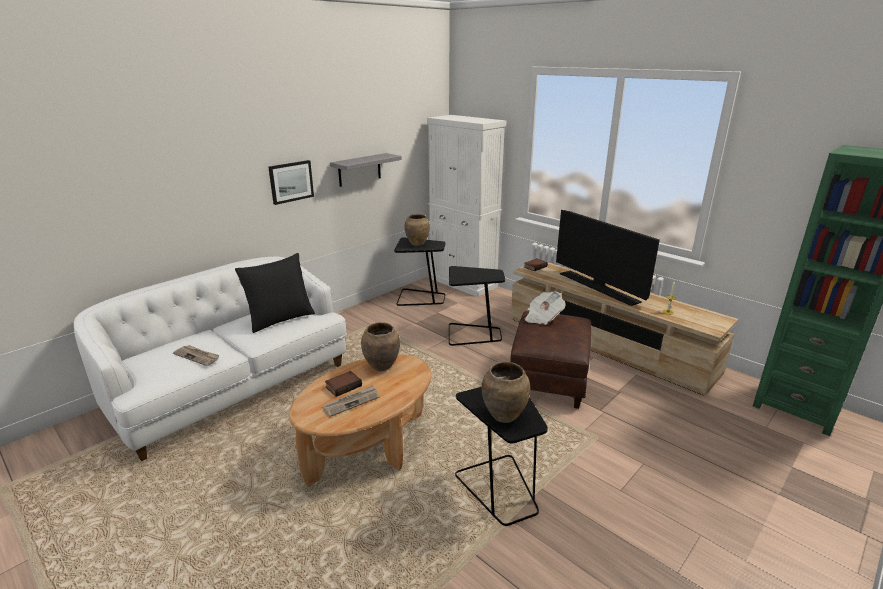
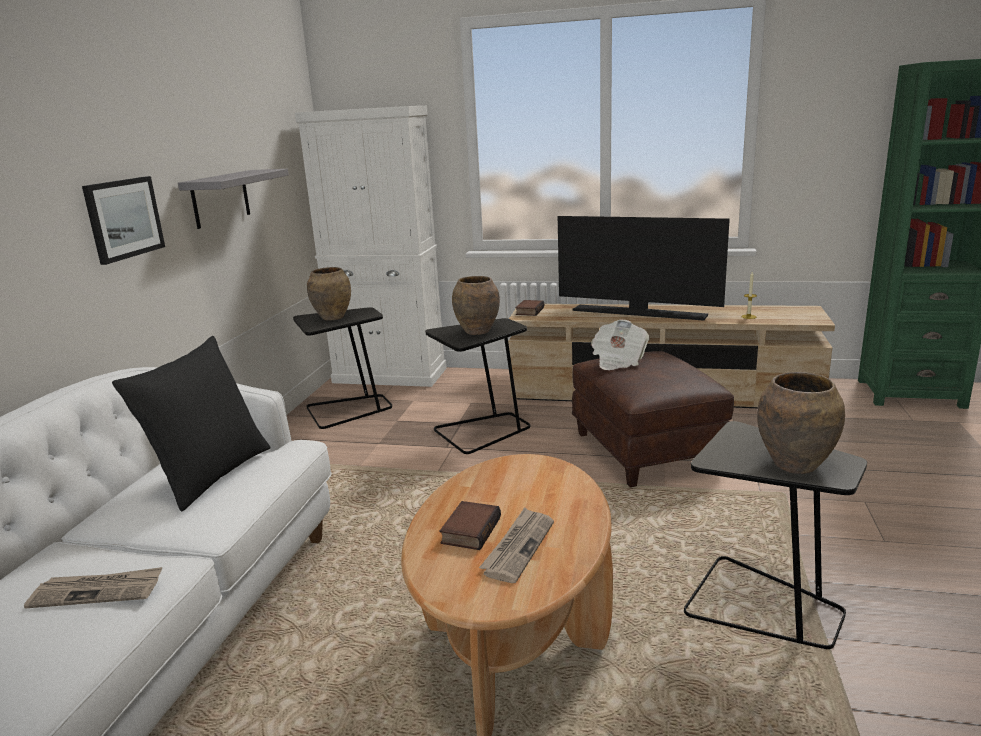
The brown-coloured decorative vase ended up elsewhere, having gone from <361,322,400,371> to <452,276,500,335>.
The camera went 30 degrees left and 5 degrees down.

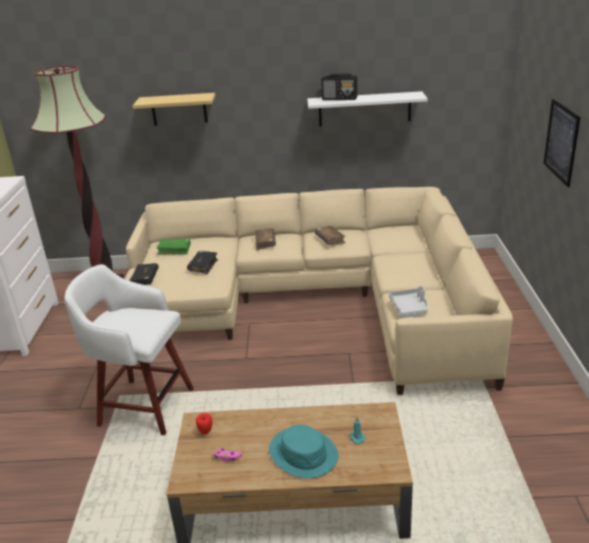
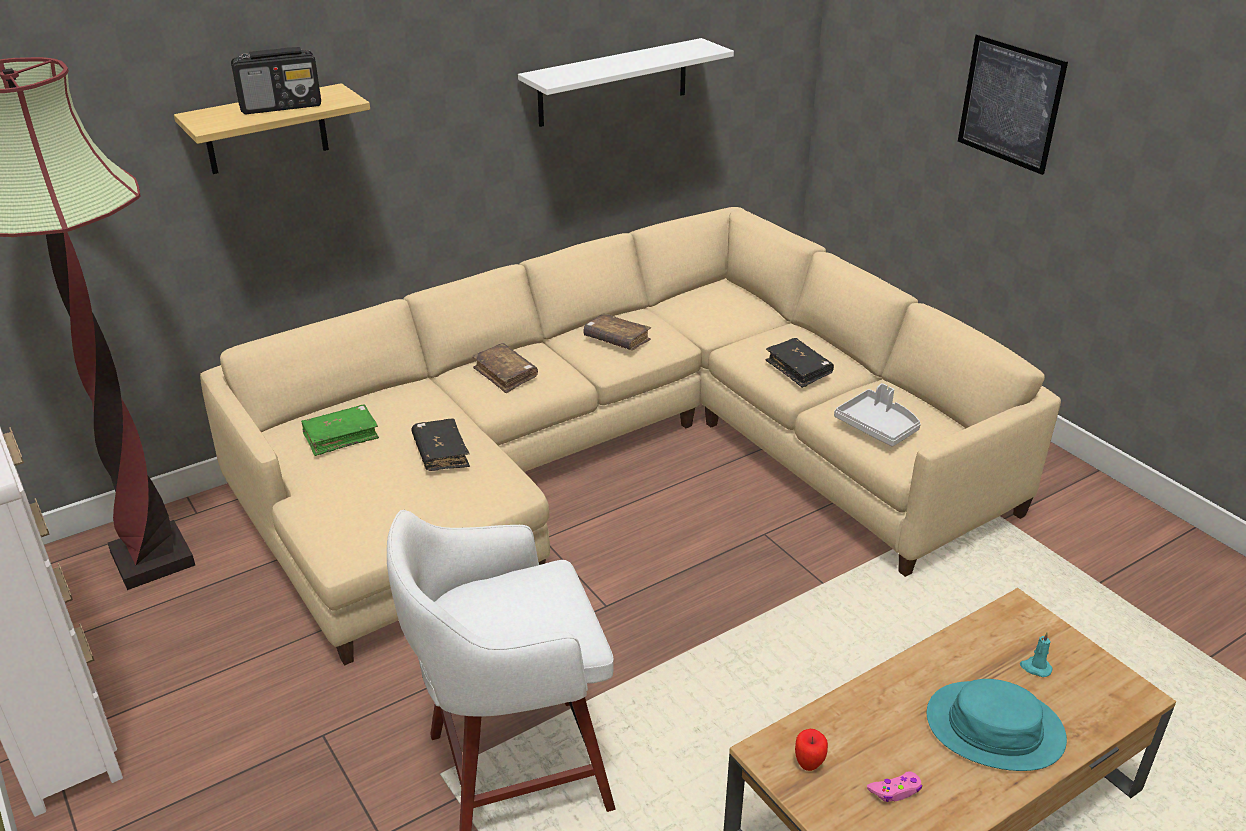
The black-coloured book ended up elsewhere, having gone from <129,263,159,285> to <766,338,834,388>.
The radio receiver ended up elsewhere, having gone from <321,73,357,100> to <231,47,321,114>.
The camera went 35 degrees left and 5 degrees up.

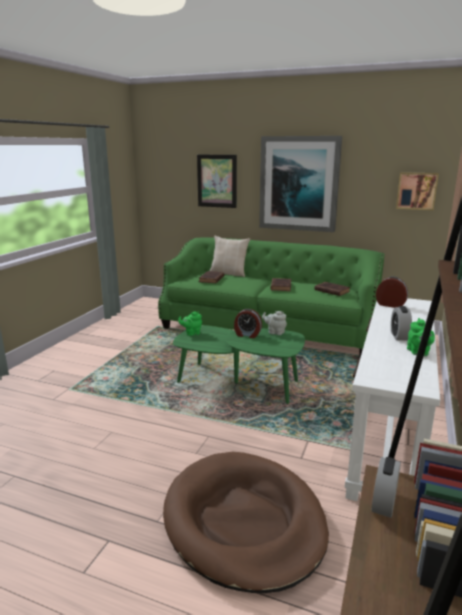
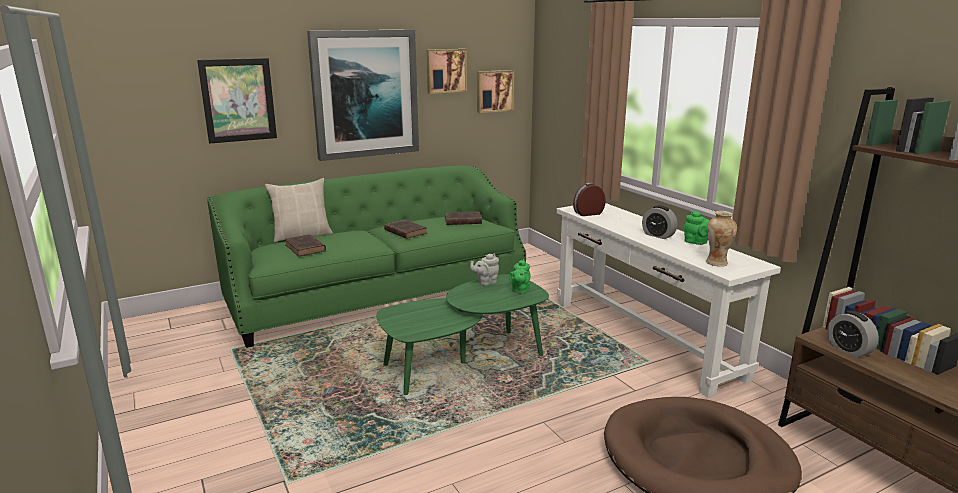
The second view lost the table clock at <234,309,262,338>.
The second view gained the picture at <427,49,467,94>.
The second view gained the decorative vase at <706,211,737,267>.
The greenish tea pot ended up elsewhere, having gone from <178,311,202,336> to <509,259,531,294>.
The camera went 50 degrees left and 0 degrees up.

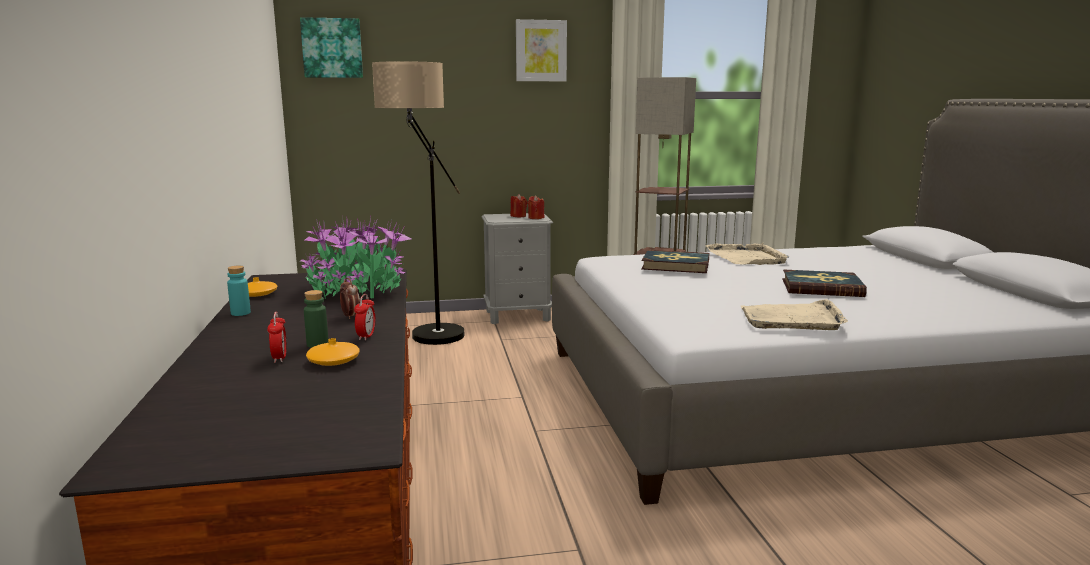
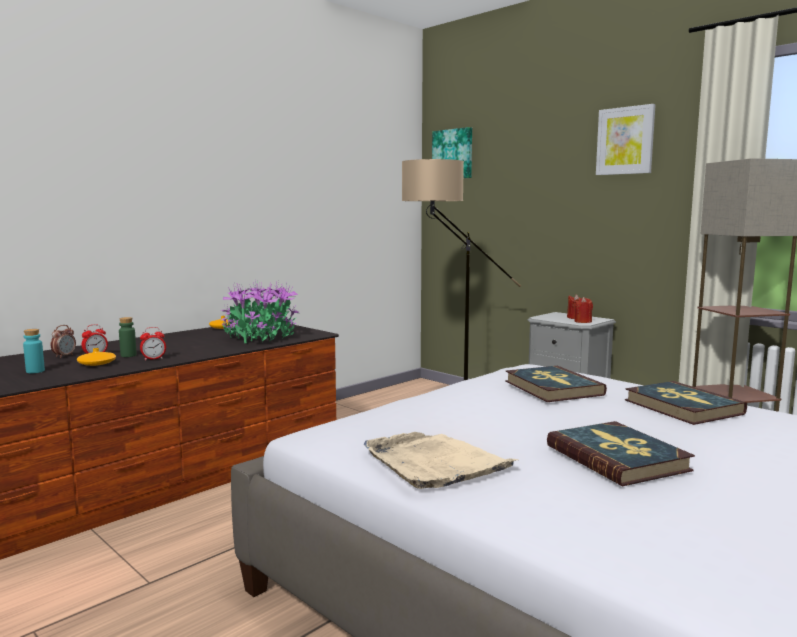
The blue-green beverage bottle ended up elsewhere, having gone from <227,266,251,316> to <23,329,45,373>.
The table clock ended up elsewhere, having gone from <340,278,360,319> to <51,325,76,358>.
Where the sand-coloured serving tray stood at <705,243,789,265>, the book came to stand at <625,381,747,425>.
The camera went 55 degrees right and 5 degrees down.

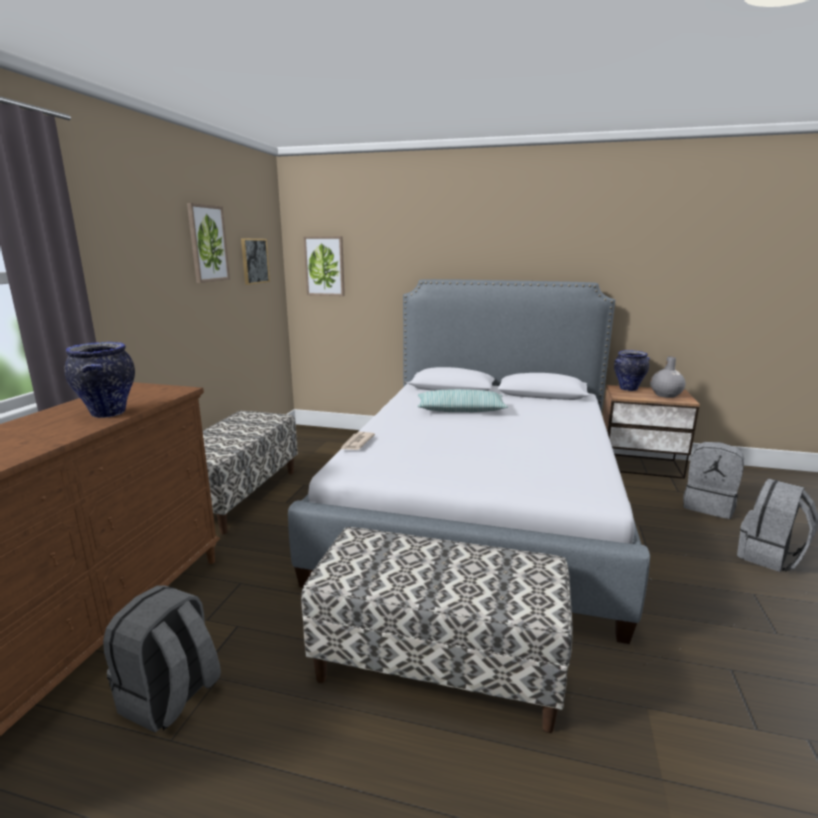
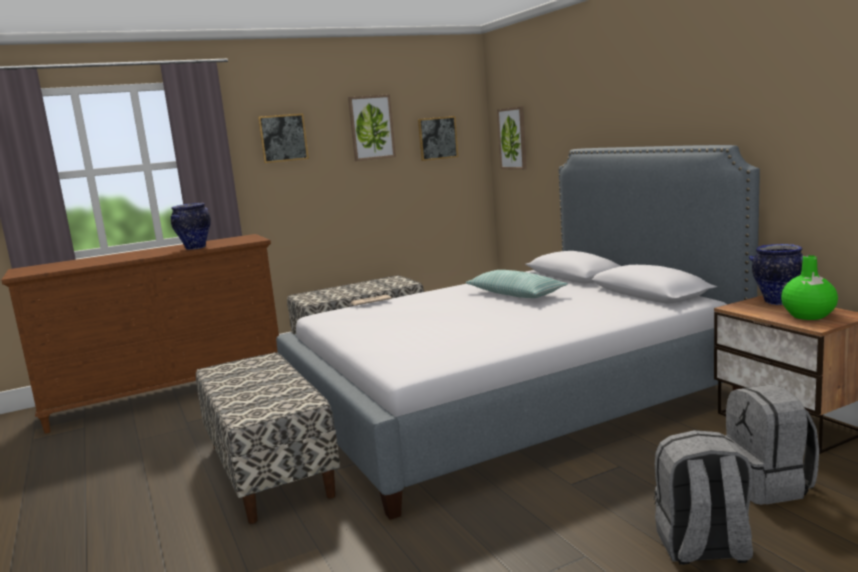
The second view lost the gray rucksack at <103,585,221,733>.
The second view gained the picture at <258,113,309,163>.
What was the gray decorative vase at <650,356,685,398> turned into the greenish decorative vase at <781,255,838,320>.
The camera went 50 degrees right and 5 degrees down.

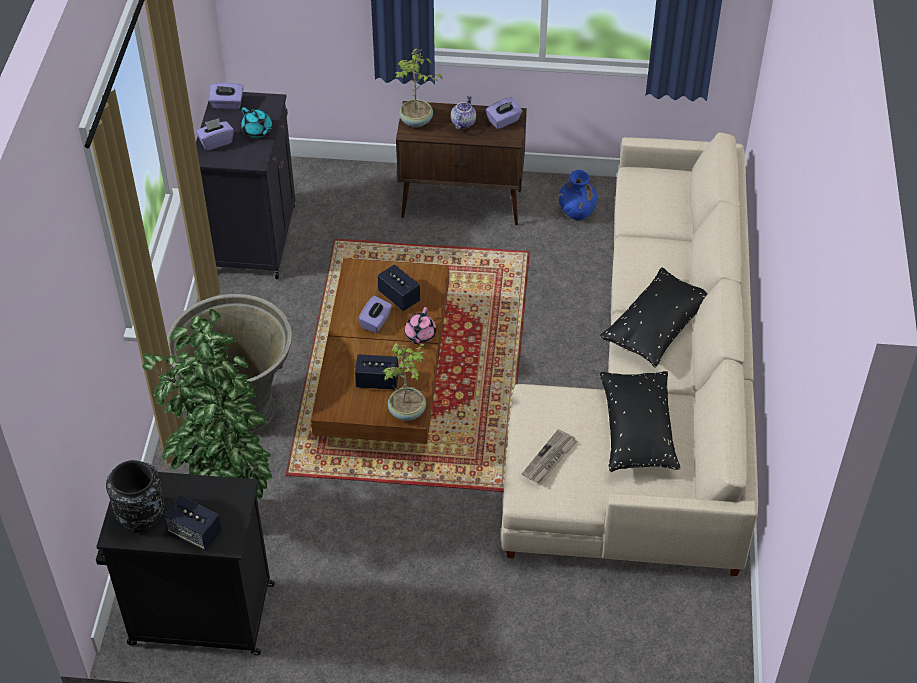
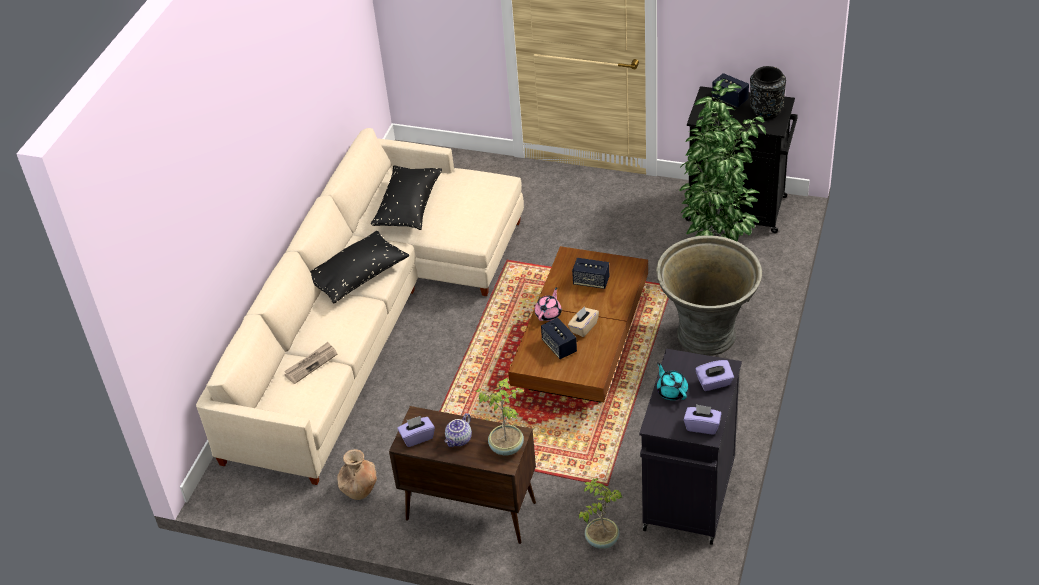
The houseplant ended up elsewhere, having gone from <382,343,427,421> to <579,478,622,549>.
The newspaper ended up elsewhere, having gone from <522,429,577,483> to <284,342,338,384>.
What was the purple box of tissues at <358,296,392,333> turned into the sand-coloured box of tissues at <568,306,599,337>.
What was the bluish decorative vase at <559,170,598,220> turned into the brown-coloured decorative vase at <337,449,377,500>.
The camera went 165 degrees left and 5 degrees down.

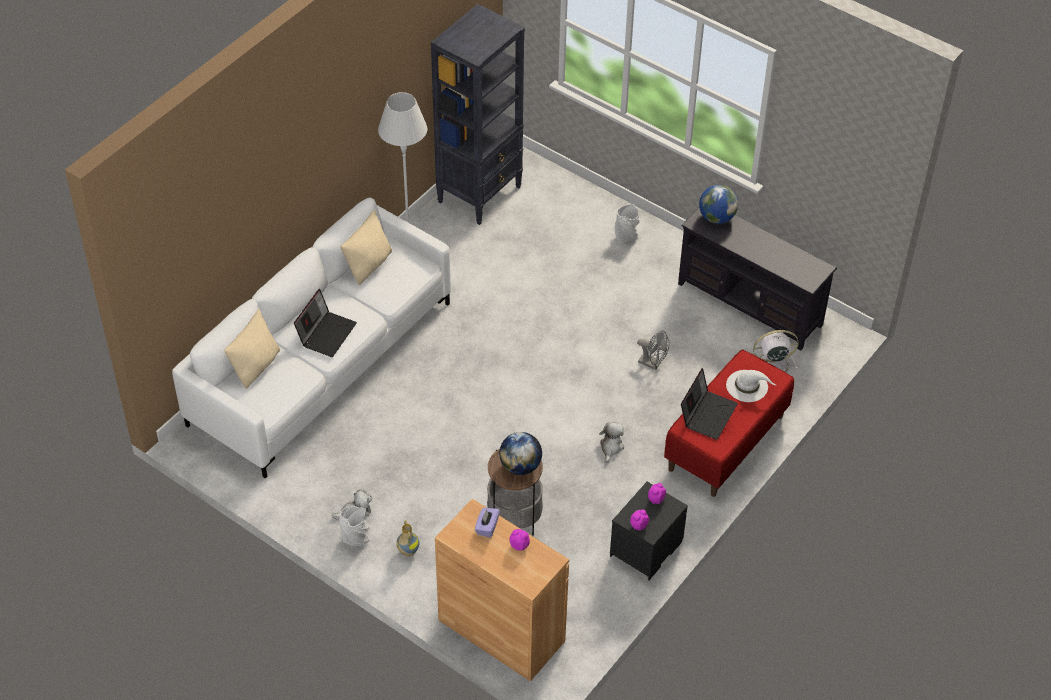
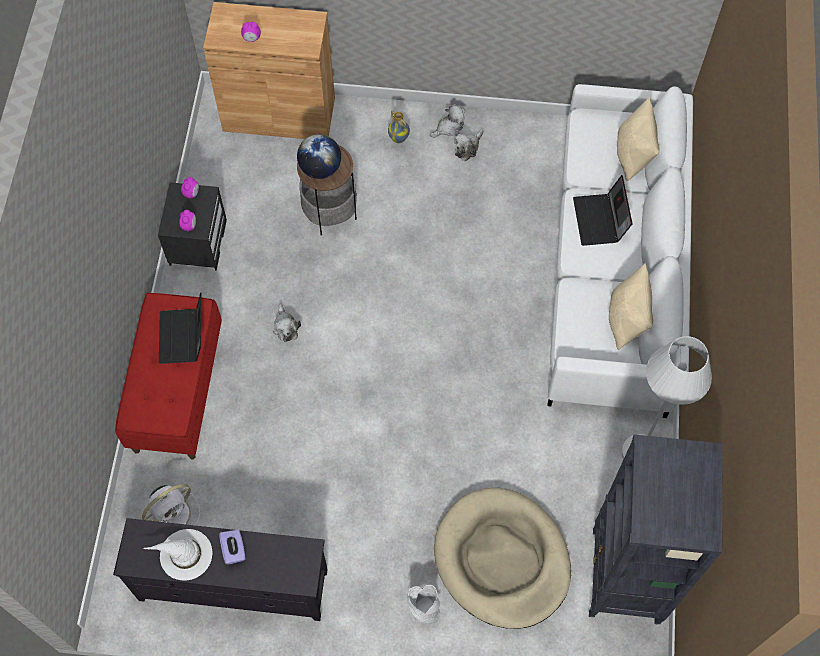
The second view lost the gray cooling fan at <637,331,670,370>.
The second view lost the desk globe at <699,185,738,224>.
The second view gained the sand-coloured dog bed at <434,487,571,629>.
The purple box of tissues ended up elsewhere, having gone from <475,508,500,538> to <219,530,245,565>.
The white-coloured hat ended up elsewhere, having gone from <726,370,776,402> to <143,529,212,580>.
Where the gray decorative vase stood at <339,507,369,546>, the cuddly toy came to stand at <430,104,465,138>.
The camera went 150 degrees right and 15 degrees up.

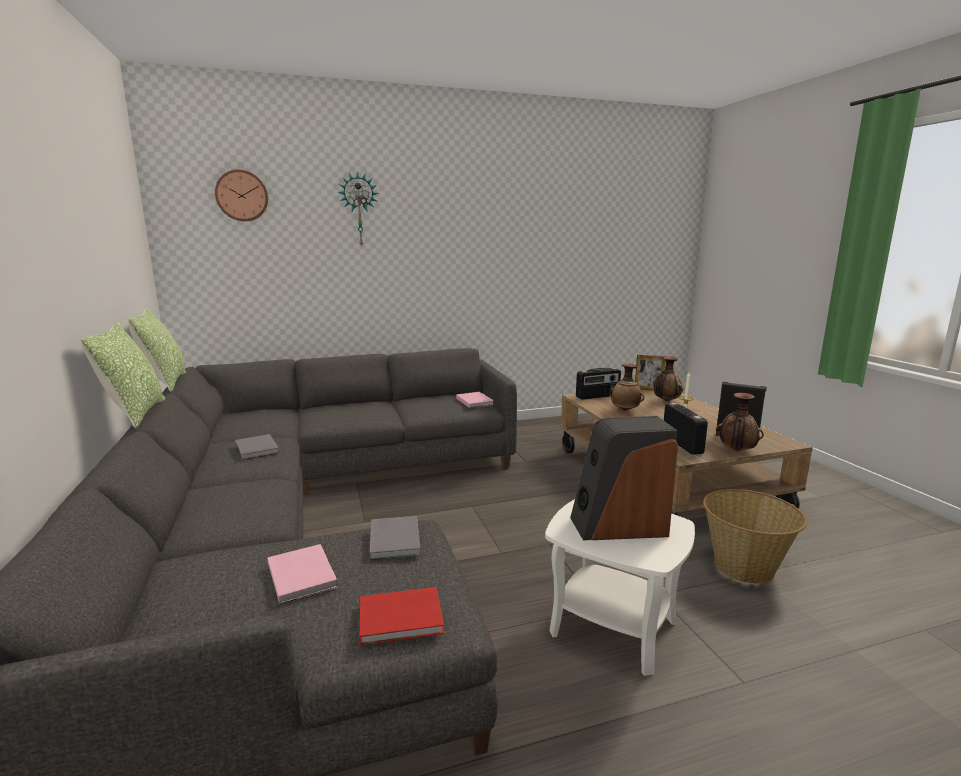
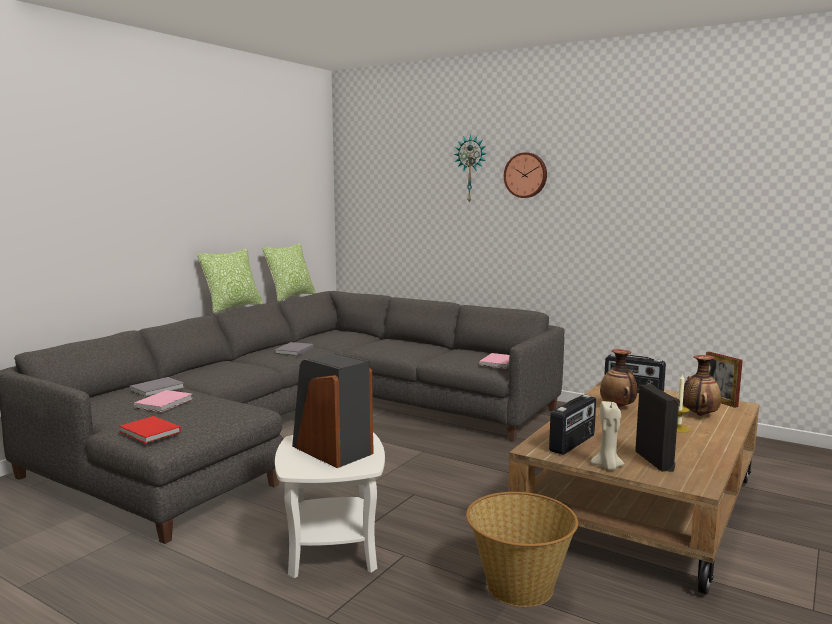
The wall clock ended up elsewhere, having gone from <215,170,268,221> to <504,152,547,198>.
The gray book ended up elsewhere, having gone from <369,516,421,560> to <129,377,184,397>.
Where the decorative vase stood at <716,393,764,451>, the sand-coloured wax light came to stand at <591,401,624,470>.
The camera went 50 degrees right and 5 degrees down.

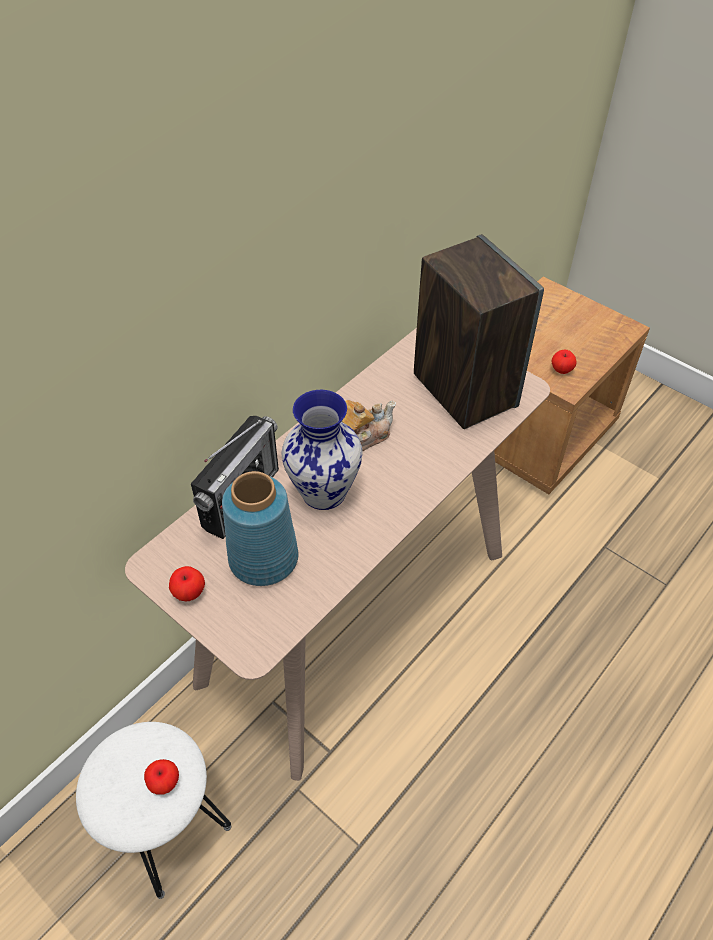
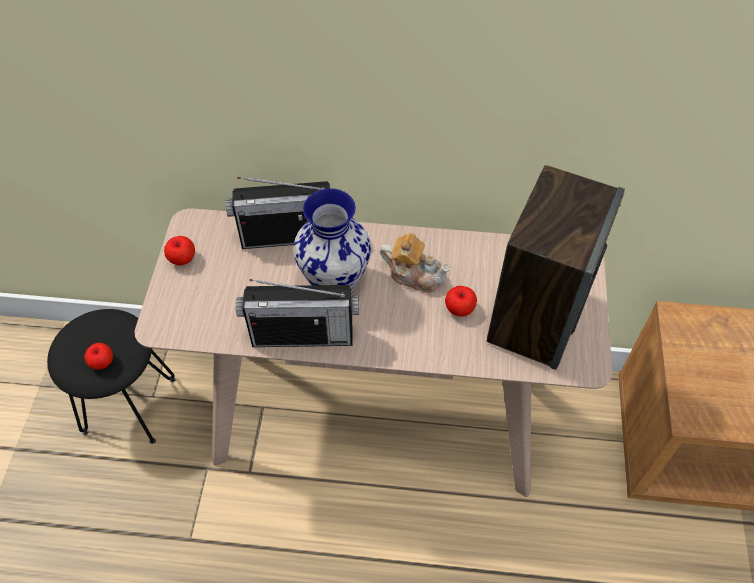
The second view lost the bluish decorative vase at <222,471,298,586>.
The second view gained the radio receiver at <236,279,359,347>.
The apple fruit ended up elsewhere, having gone from <552,350,577,374> to <445,286,477,317>.
What was the white-coloured sitting stool at <76,722,231,899> turned into the black-coloured sitting stool at <47,309,176,444>.
The camera went 55 degrees right and 5 degrees up.

